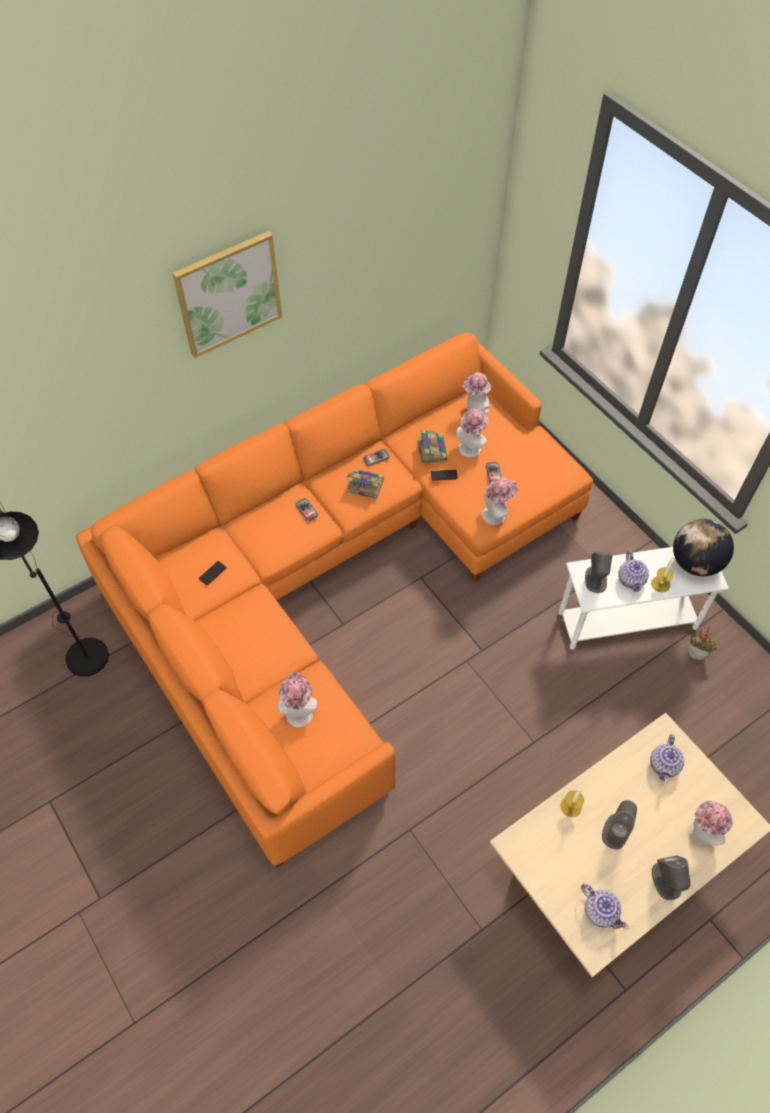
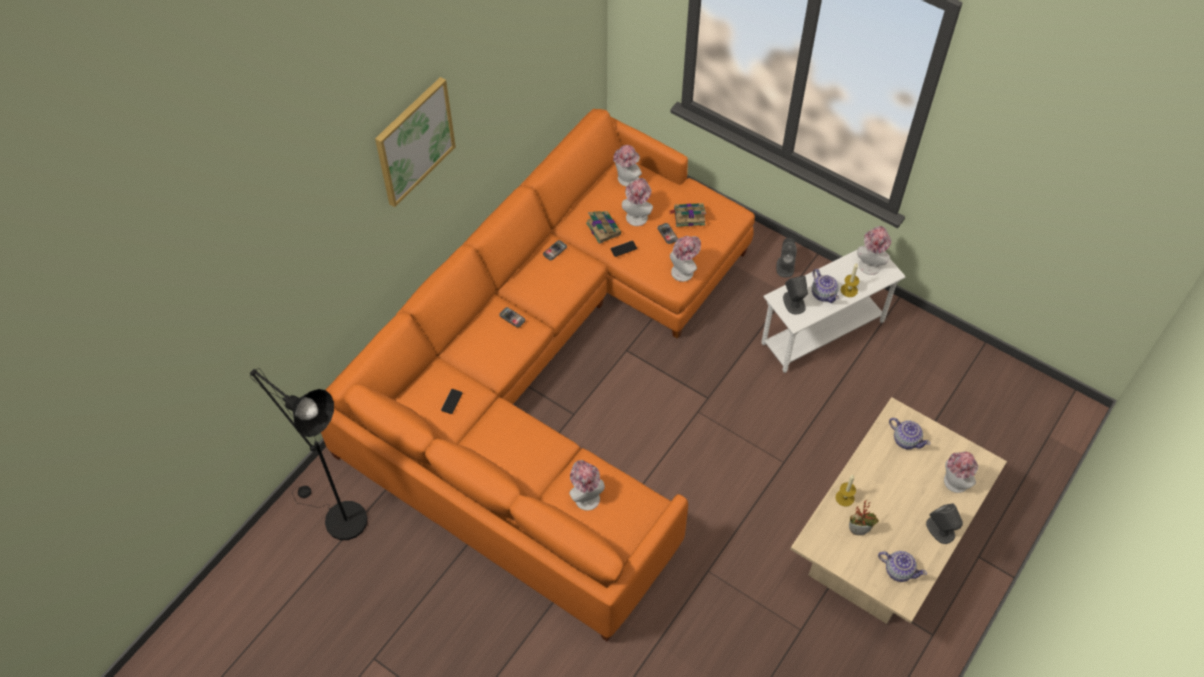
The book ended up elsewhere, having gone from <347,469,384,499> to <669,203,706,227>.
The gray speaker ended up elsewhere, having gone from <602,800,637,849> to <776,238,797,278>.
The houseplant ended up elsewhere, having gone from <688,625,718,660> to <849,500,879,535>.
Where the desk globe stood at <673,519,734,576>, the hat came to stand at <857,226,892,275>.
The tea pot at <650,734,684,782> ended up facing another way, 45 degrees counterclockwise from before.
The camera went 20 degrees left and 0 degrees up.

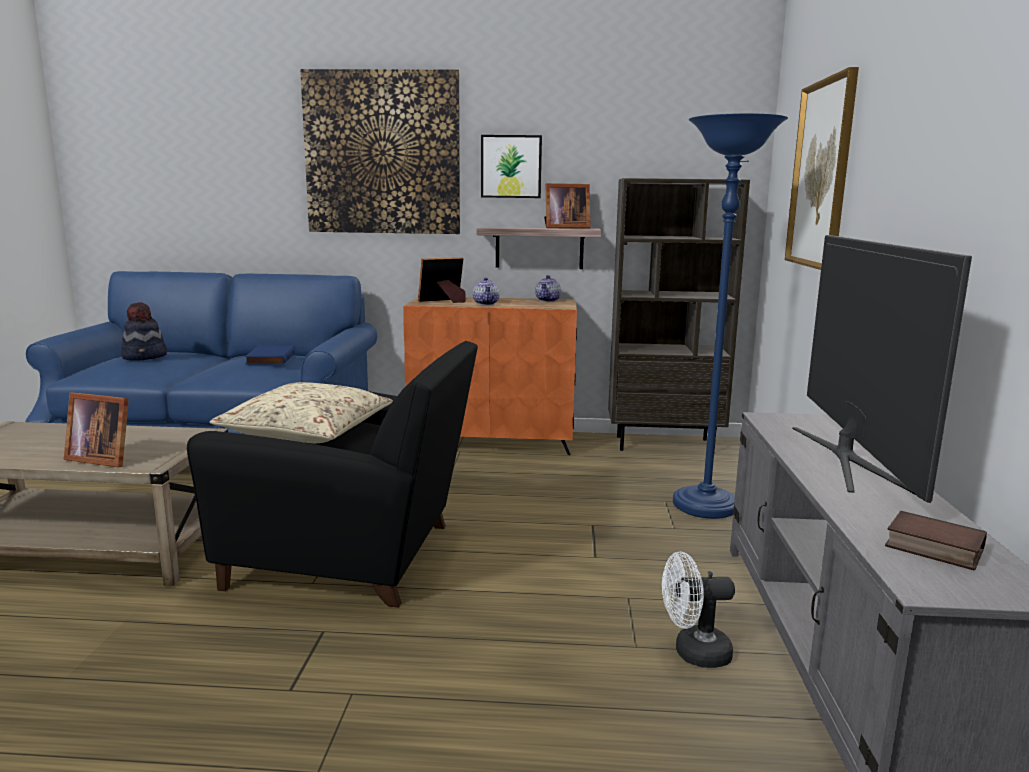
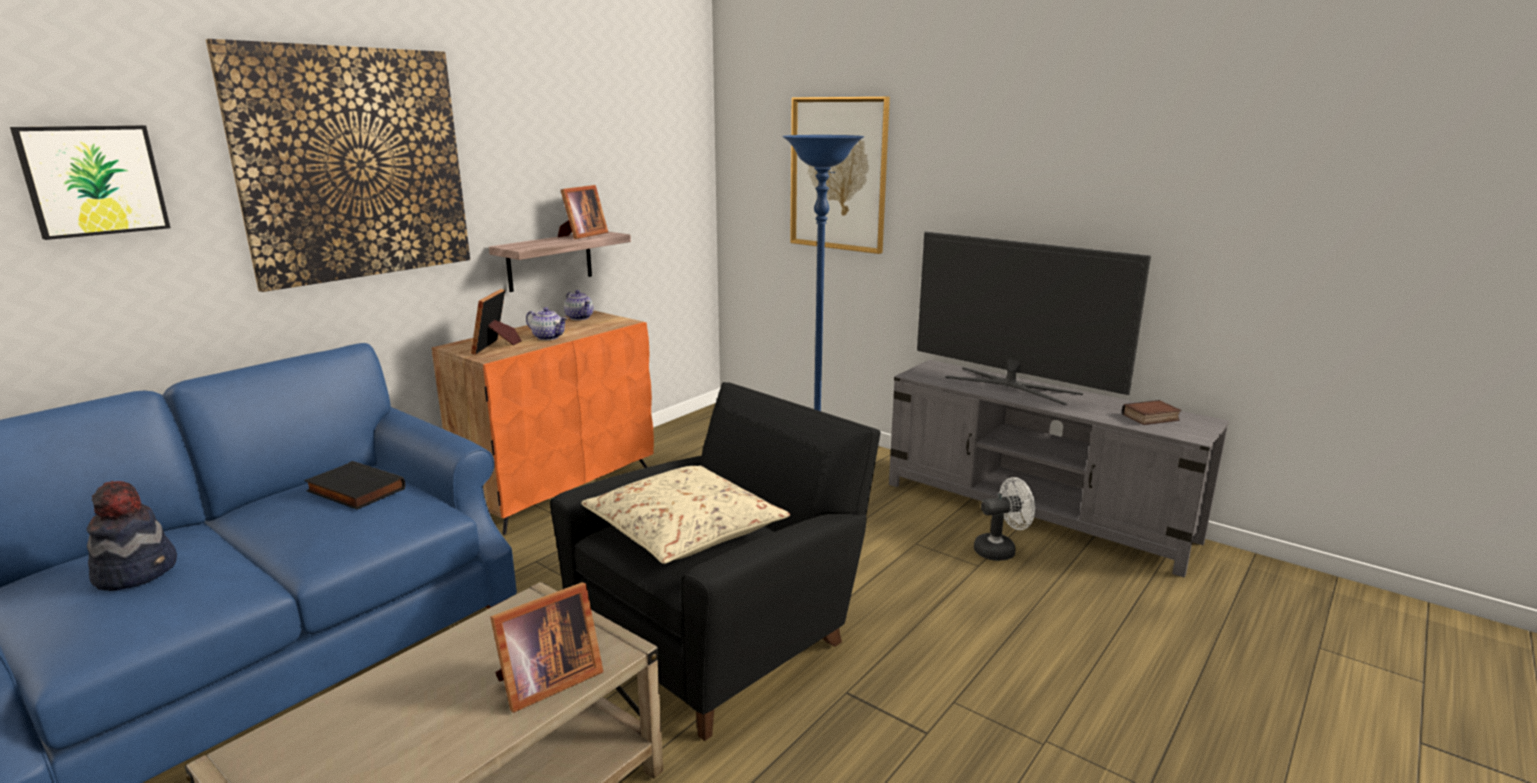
The second view lost the brown-coloured shelving unit at <608,178,750,452>.
The picture ended up elsewhere, having gone from <481,135,542,198> to <10,125,171,240>.
What was the bluish book at <245,345,295,365> turned into the black-coloured book at <304,461,405,509>.
The white-coloured cooling fan at <662,552,735,668> ended up facing another way, 135 degrees counterclockwise from before.
The camera went 55 degrees left and 5 degrees up.

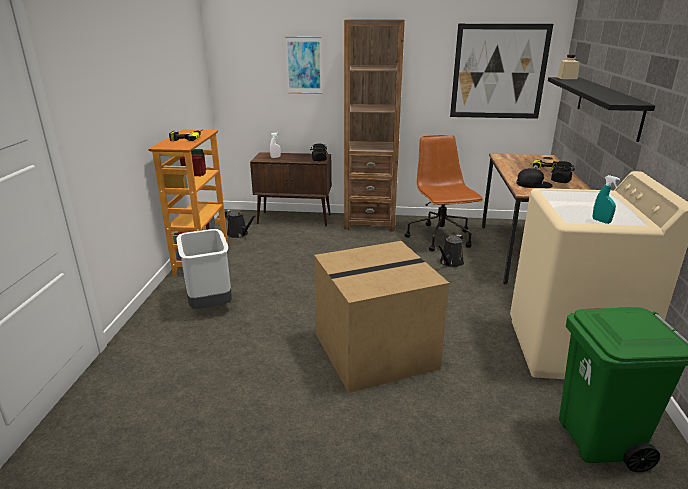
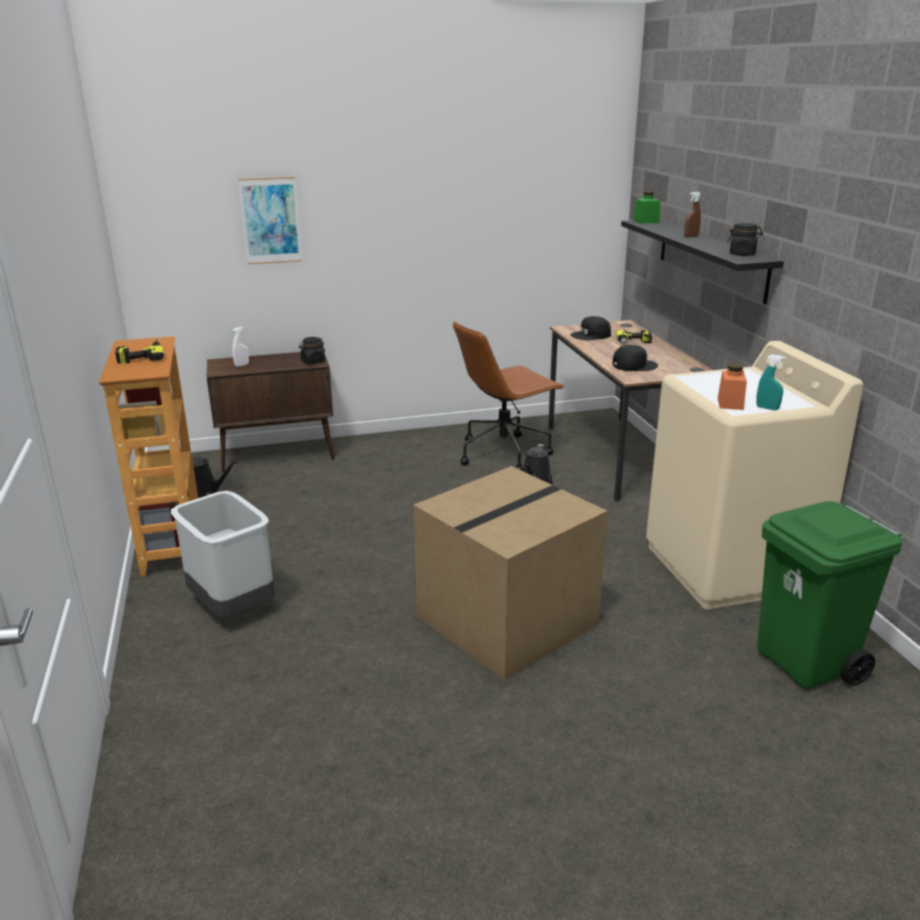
The second view lost the brown-coloured shelving unit at <344,19,405,232>.
The second view lost the picture at <450,24,553,119>.
The second view gained the black-coloured cap at <571,316,611,340>.
The second view gained the brown-coloured spray bottle at <684,192,701,237>.
The second view gained the orange jar at <718,363,747,410>.
The black-coloured jar ended up elsewhere, having gone from <551,161,575,183> to <728,223,763,256>.
What was the sand-coloured jar at <557,55,580,79> turned into the greenish jar at <633,191,660,224>.
The brown-coloured computer chair at <405,135,483,251> ended up facing another way, 90 degrees counterclockwise from before.
The camera went 20 degrees left and 0 degrees up.

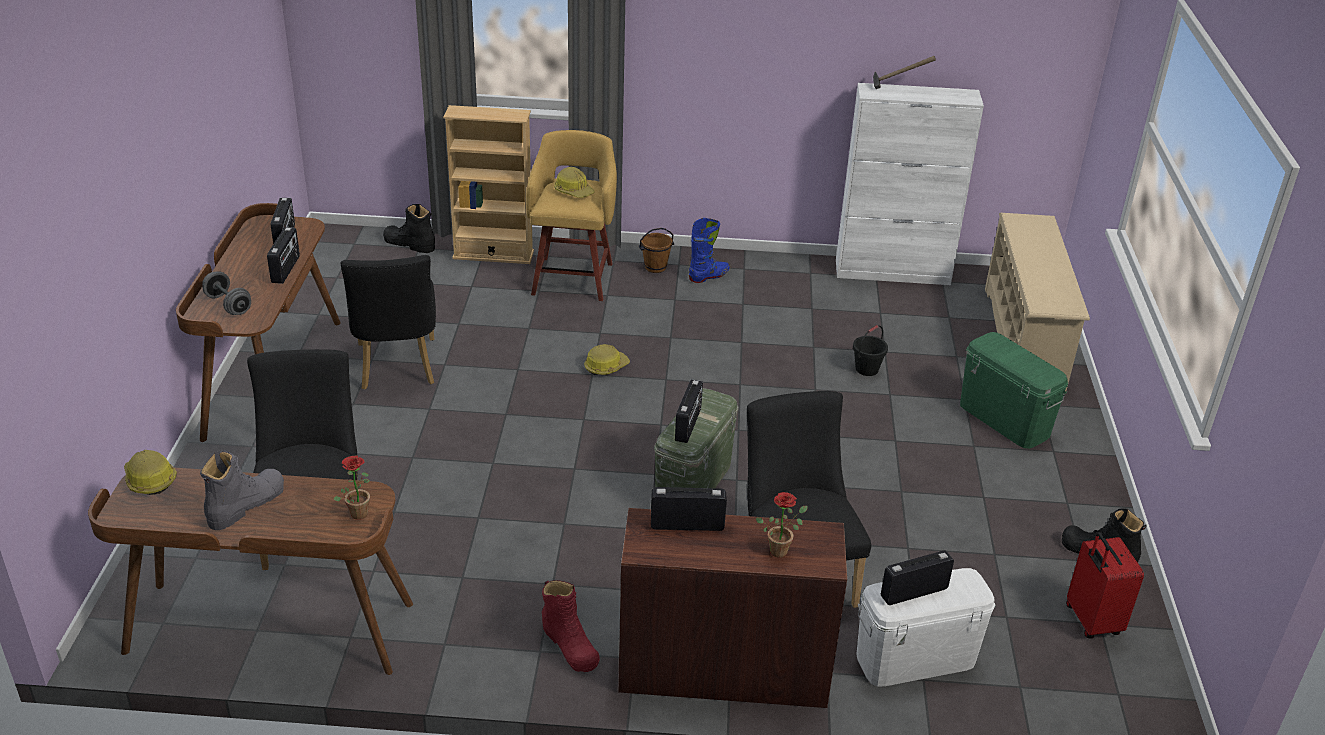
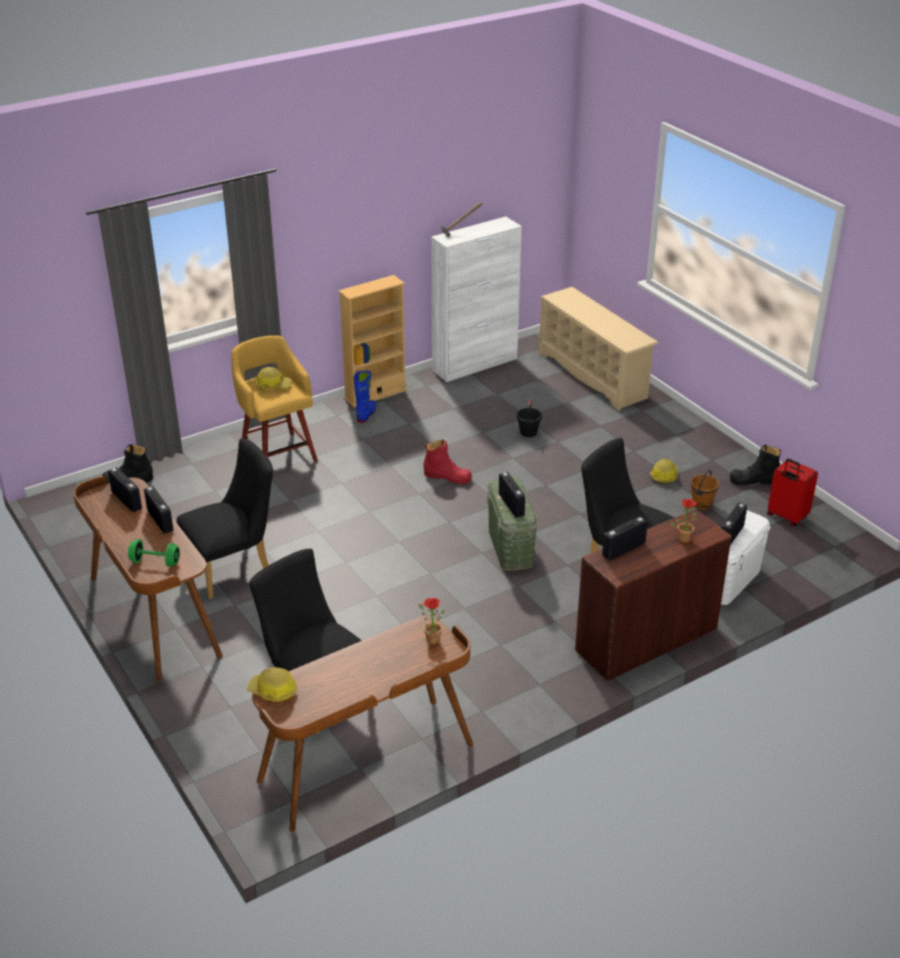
The second view lost the gray high-top boot at <200,450,284,530>.
The second view lost the greenish storage box at <960,332,1068,449>.
The sand-coloured shelving unit ended up elsewhere, having gone from <443,105,534,264> to <338,275,407,408>.
The reddish high-top boot ended up elsewhere, having gone from <542,580,600,672> to <424,439,472,484>.
The work helmet ended up elsewhere, having gone from <584,344,630,375> to <650,459,678,484>.
The brown-coloured water bucket ended up elsewhere, having gone from <639,228,674,273> to <691,470,719,510>.
What was the gray free weight at <202,271,251,315> turned into the greenish free weight at <128,539,180,567>.
The black-coloured plain chair at <340,255,436,389> ended up facing another way, 75 degrees counterclockwise from before.
The camera went 35 degrees left and 0 degrees up.

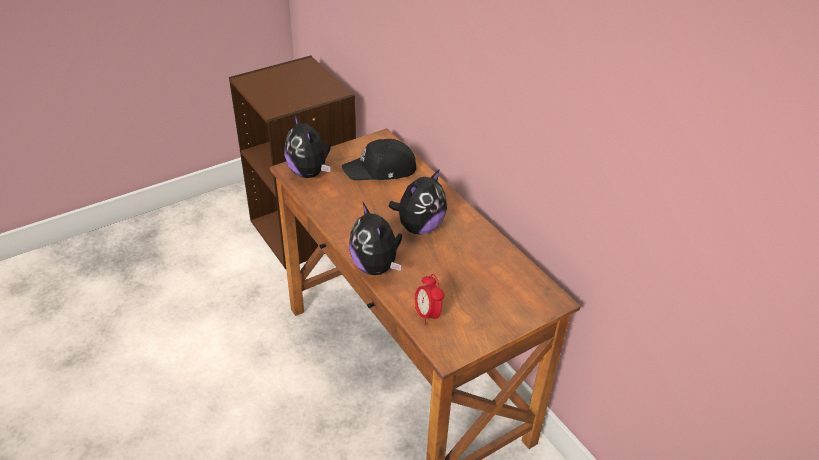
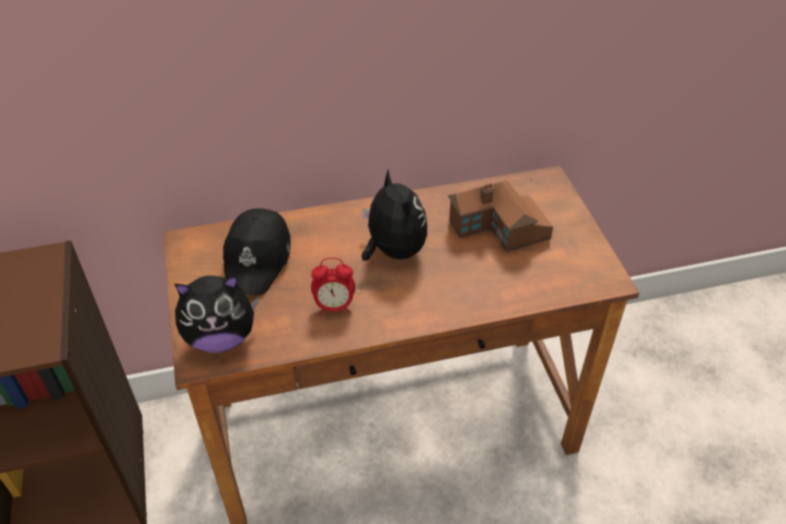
The second view lost the cuddly toy at <349,203,402,275>.
The second view gained the toy house at <448,180,553,252>.
The table clock ended up elsewhere, having gone from <415,274,444,325> to <311,258,355,315>.
The camera went 70 degrees left and 5 degrees up.

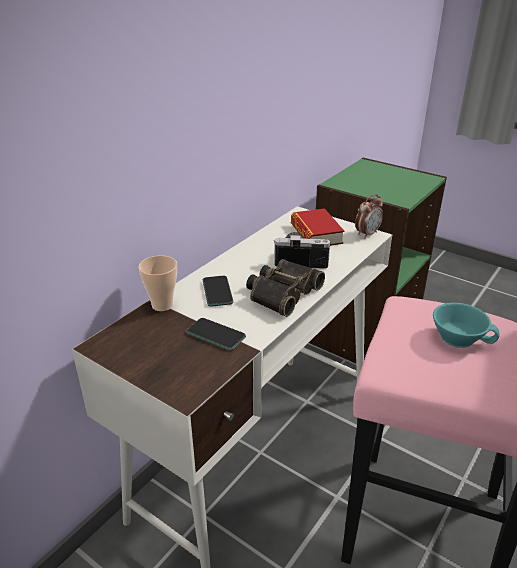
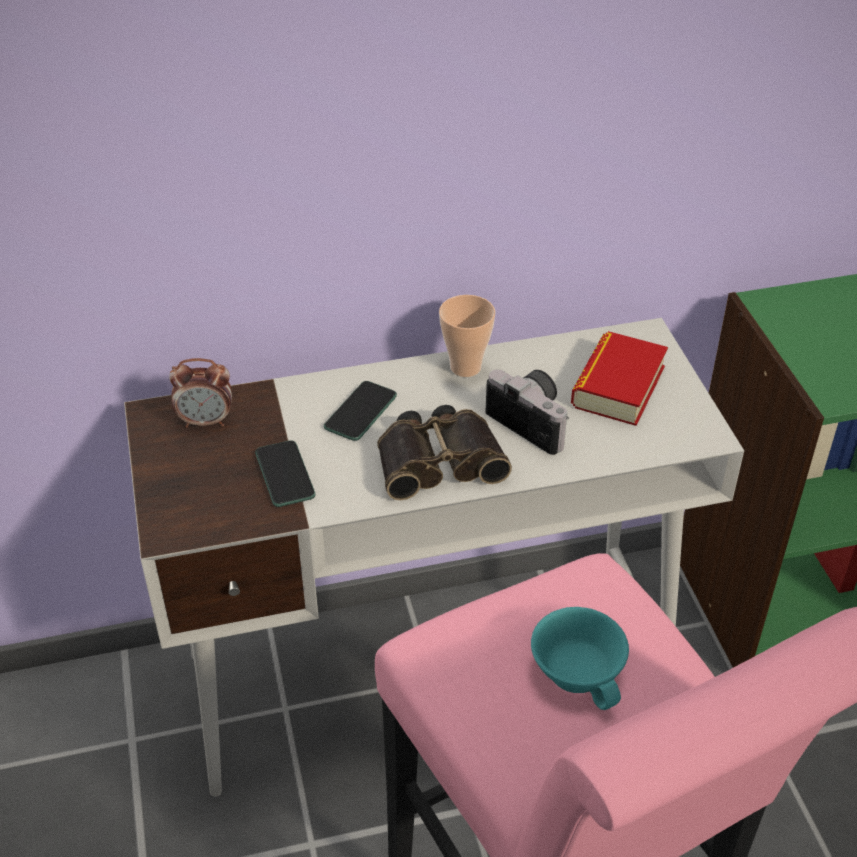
The small cup ended up elsewhere, having gone from <139,256,177,311> to <439,295,496,377>.
The table clock ended up elsewhere, having gone from <355,194,383,239> to <169,358,232,428>.
The camera went 40 degrees right and 10 degrees up.

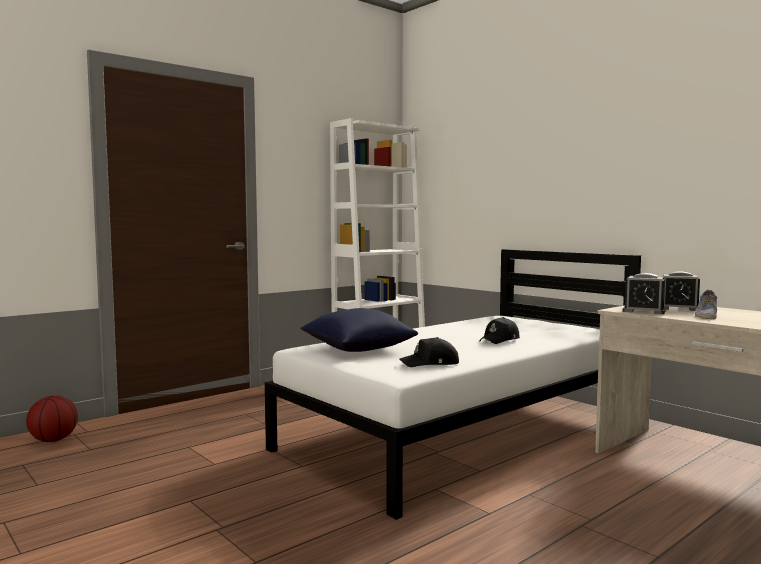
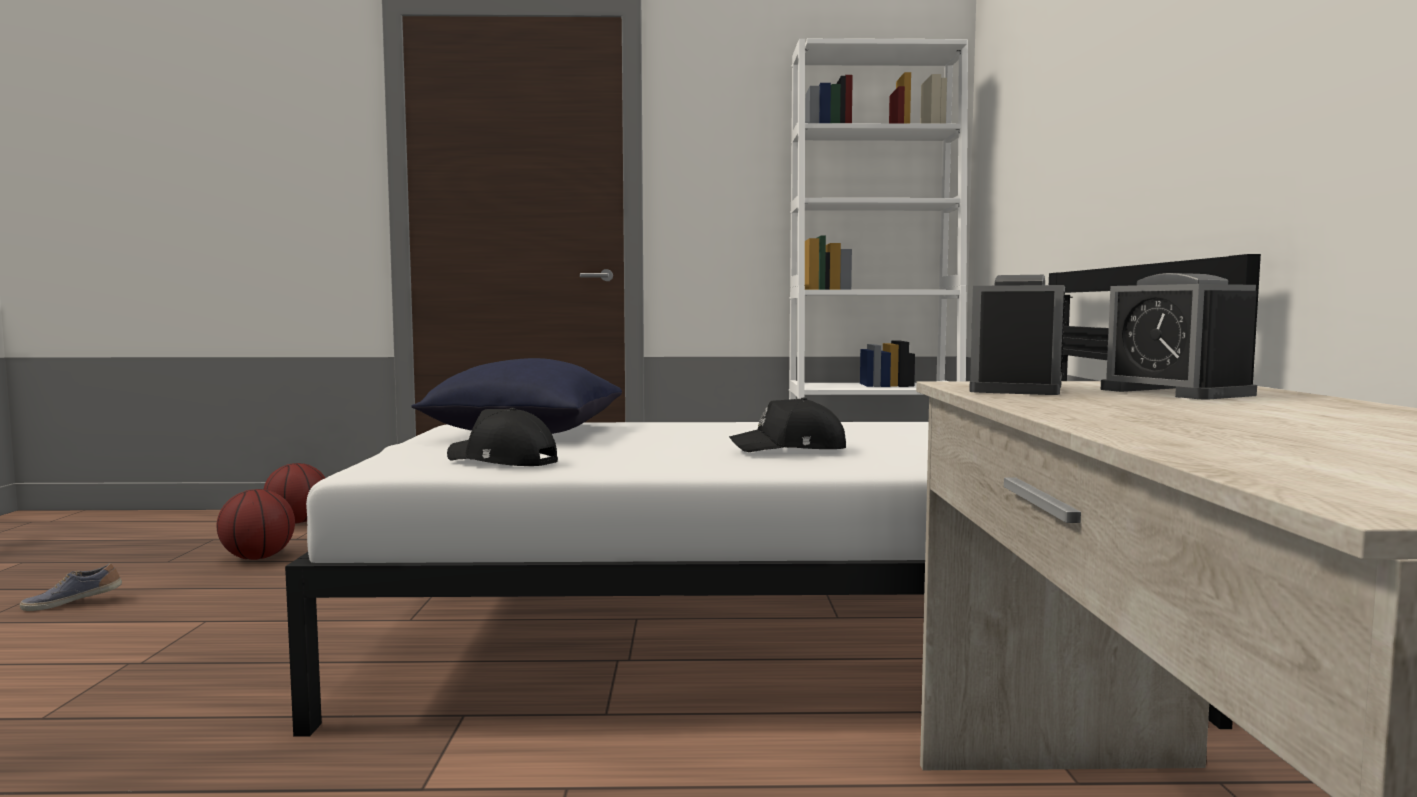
The second view gained the basketball at <217,489,295,560>.
The item of footwear ended up elsewhere, having gone from <695,290,717,319> to <20,563,122,611>.
The table clock at <623,273,666,314> ended up facing another way, 45 degrees clockwise from before.
The camera went 40 degrees right and 0 degrees up.

